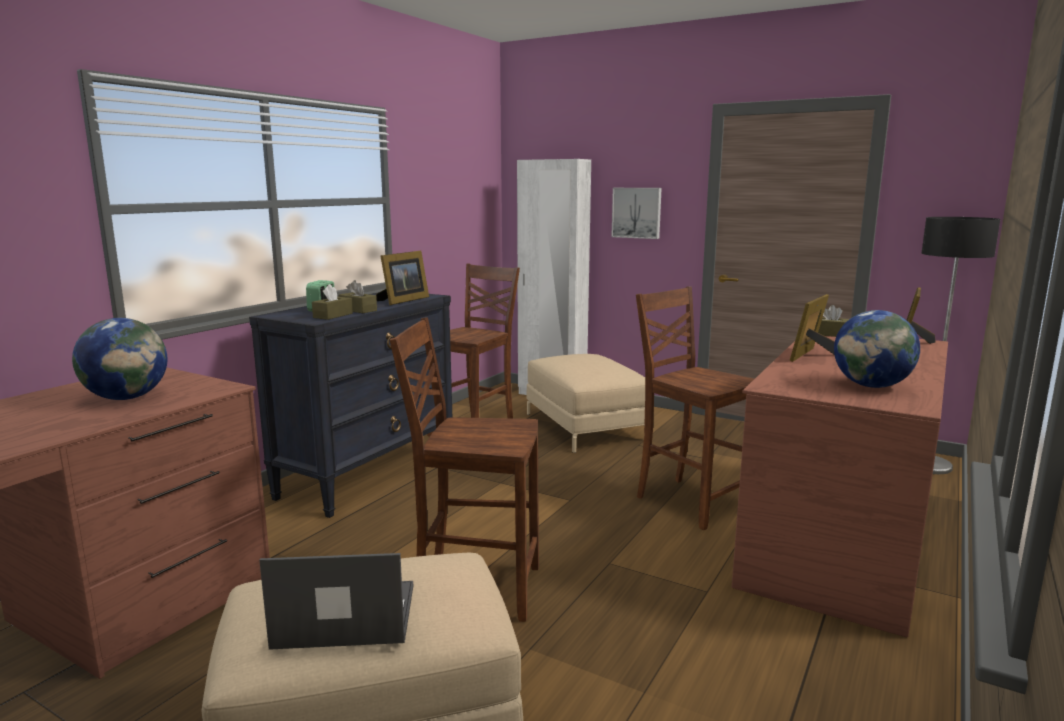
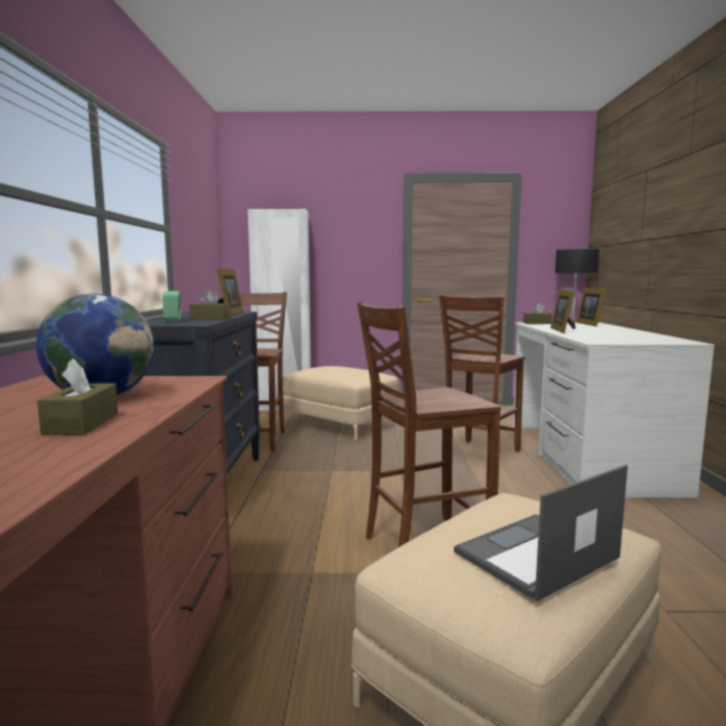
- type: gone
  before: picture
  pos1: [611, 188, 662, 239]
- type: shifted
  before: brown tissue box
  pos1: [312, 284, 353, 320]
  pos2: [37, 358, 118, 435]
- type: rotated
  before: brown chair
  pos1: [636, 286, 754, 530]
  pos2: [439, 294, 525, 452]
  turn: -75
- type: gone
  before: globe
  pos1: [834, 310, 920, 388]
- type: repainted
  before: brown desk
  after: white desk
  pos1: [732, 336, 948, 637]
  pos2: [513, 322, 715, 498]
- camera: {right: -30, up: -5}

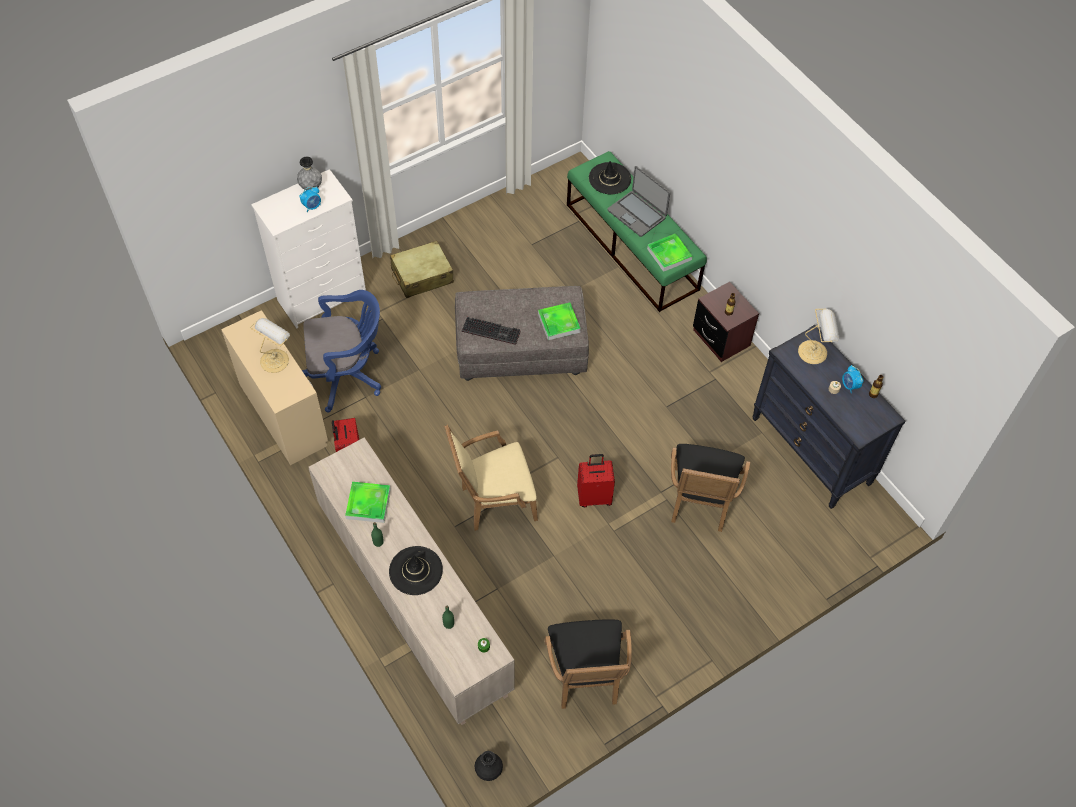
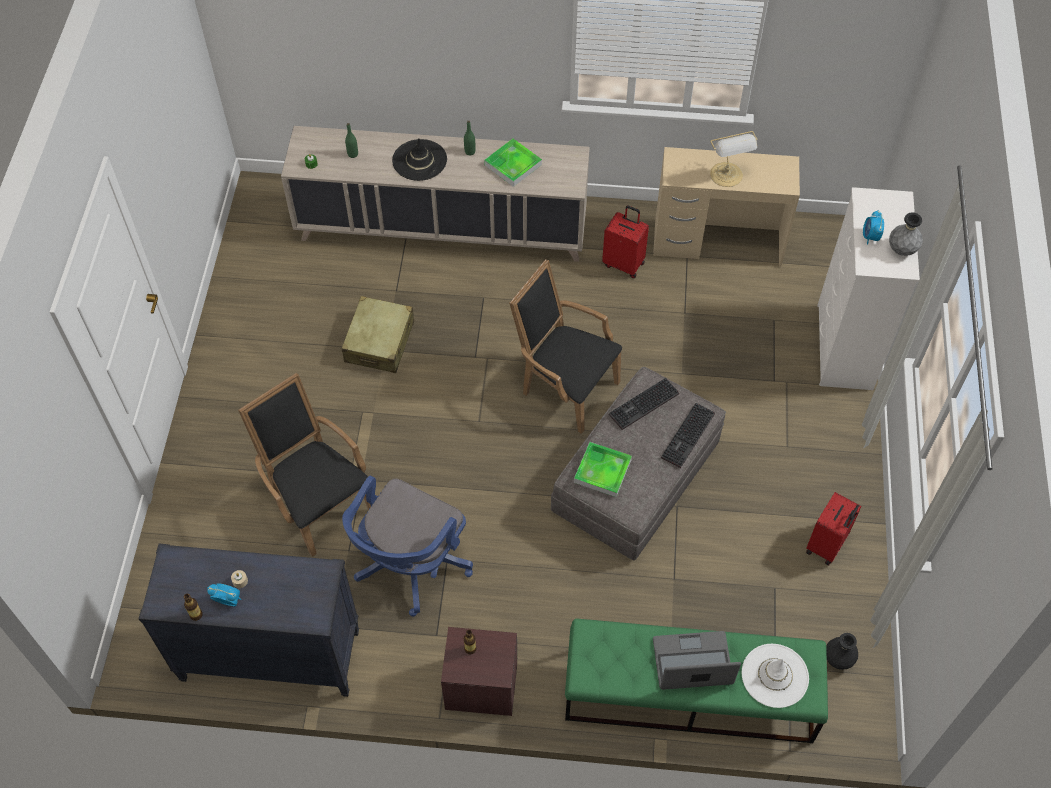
- type: repainted
  before: black hat
  after: white hat
  pos1: [589, 161, 631, 194]
  pos2: [742, 644, 809, 708]
- type: gone
  before: tray
  pos1: [647, 234, 692, 272]
- type: shifted
  before: beige suitcase
  pos1: [390, 240, 454, 298]
  pos2: [342, 296, 414, 373]
- type: shifted
  before: blue office chair
  pos1: [302, 290, 381, 413]
  pos2: [342, 476, 473, 617]
- type: gone
  before: table lamp
  pos1: [798, 308, 839, 364]
- type: gone
  before: beige armchair
  pos1: [444, 425, 538, 531]
- type: shifted
  before: red suitcase
  pos1: [577, 454, 615, 507]
  pos2: [806, 492, 861, 565]
- type: shifted
  before: black armchair
  pos1: [544, 619, 632, 709]
  pos2: [509, 259, 622, 434]
- type: shifted
  before: black vase
  pos1: [474, 751, 503, 781]
  pos2: [826, 633, 858, 670]
- type: new
  after: keyboard
  pos2: [661, 403, 715, 468]
- camera: {right: 130, up: 0}

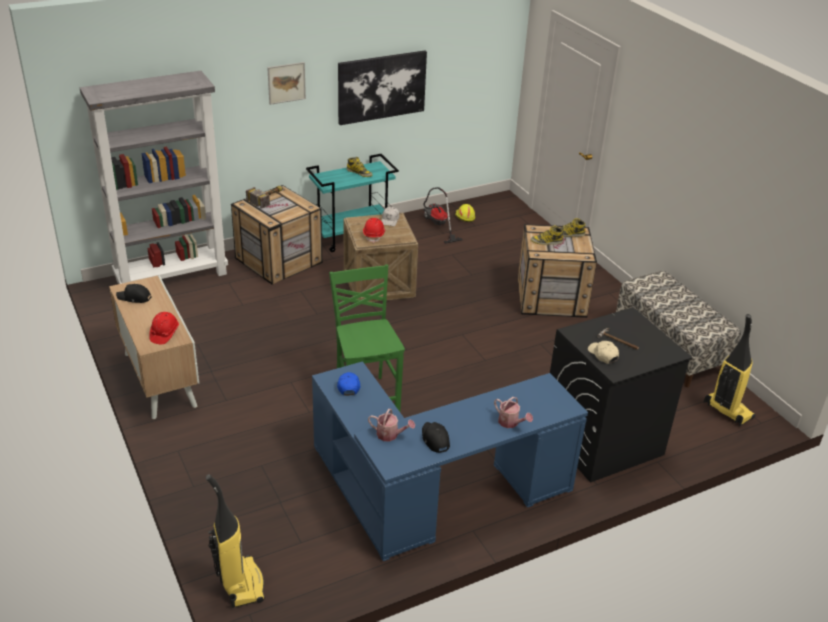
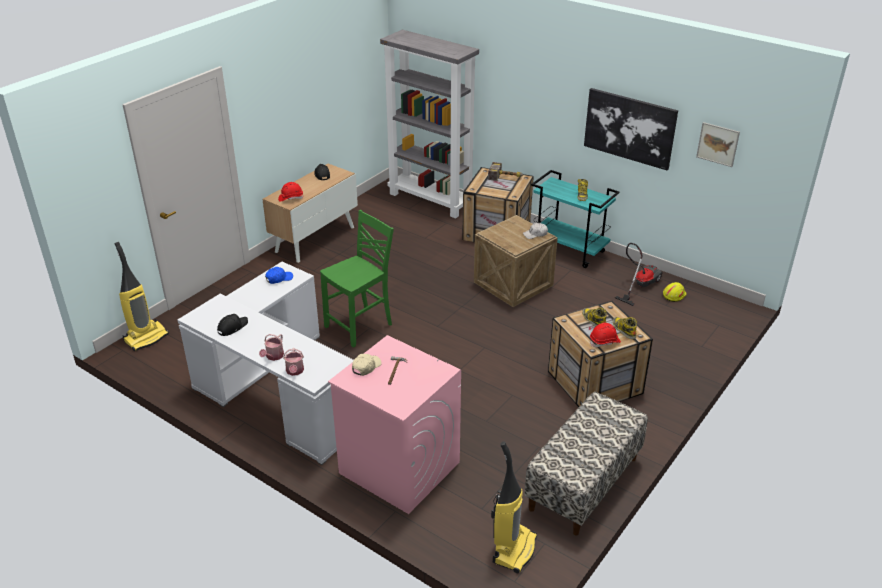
- type: shifted
  before: picture
  pos1: [267, 62, 306, 105]
  pos2: [696, 122, 740, 167]
- type: shifted
  before: red hard hat
  pos1: [363, 218, 385, 243]
  pos2: [590, 323, 621, 347]
- type: repainted
  before: black washing machine
  after: pink washing machine
  pos1: [550, 307, 693, 483]
  pos2: [328, 335, 461, 514]
- type: repainted
  before: blue desk
  after: white desk
  pos1: [312, 361, 588, 561]
  pos2: [178, 262, 353, 465]
- type: shifted
  before: watering can
  pos1: [368, 409, 415, 442]
  pos2: [283, 348, 304, 376]
- camera: {right: 65, up: 0}

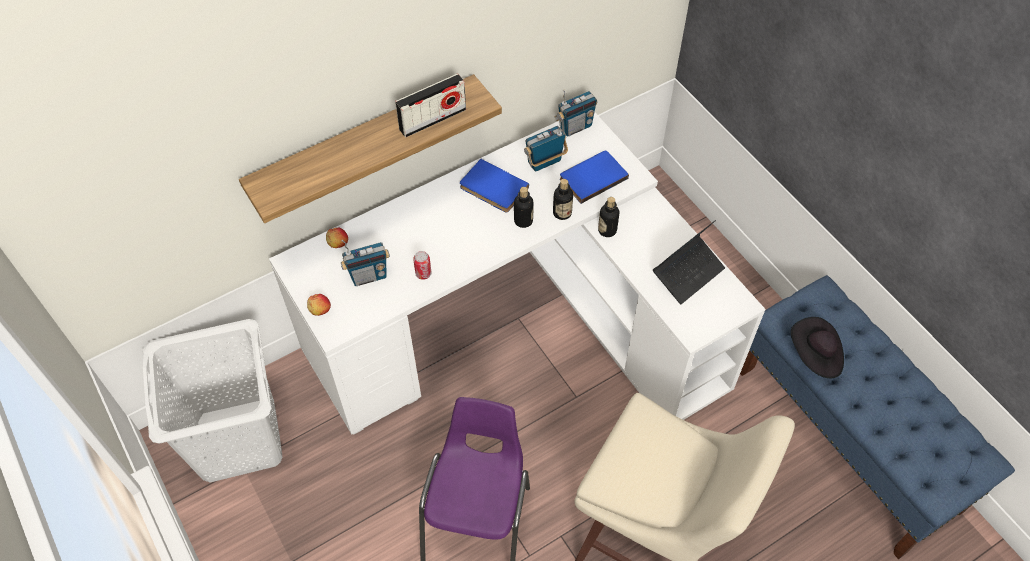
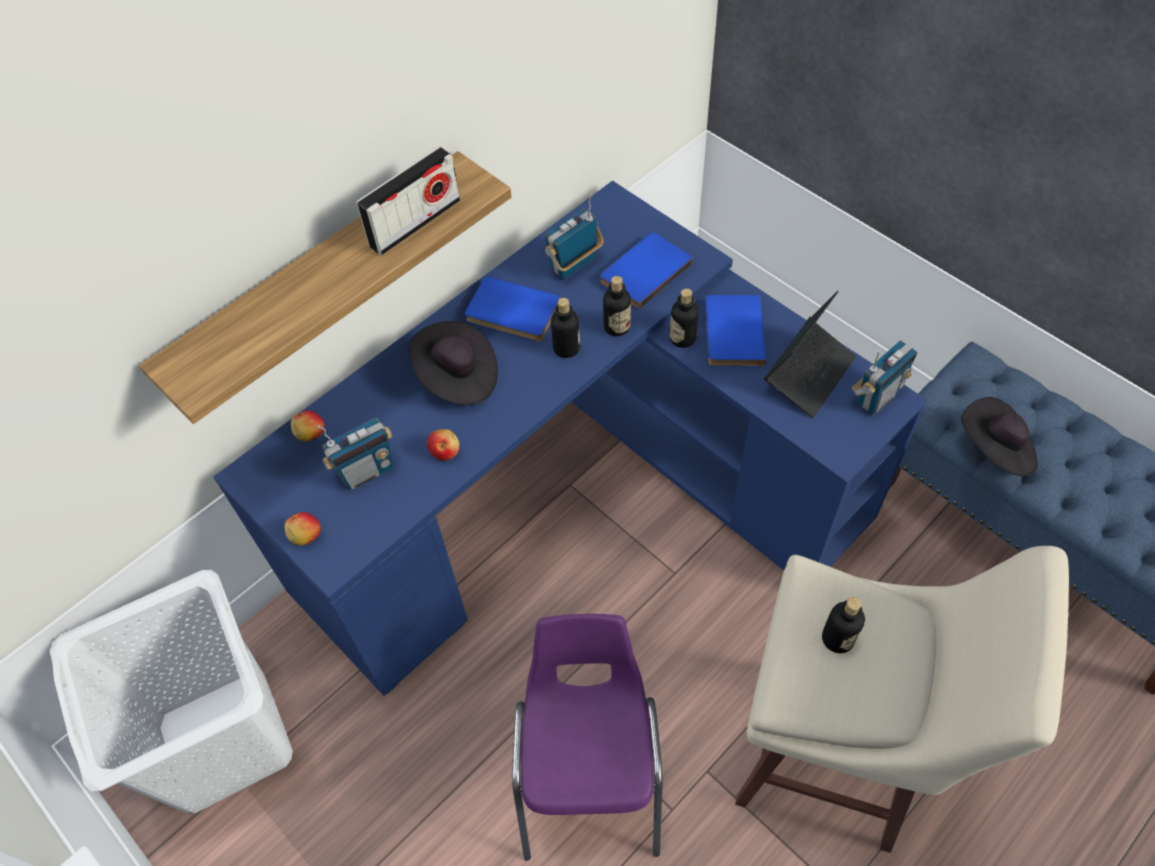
- type: shifted
  before: radio
  pos1: [554, 89, 597, 137]
  pos2: [852, 340, 918, 414]
- type: repainted
  before: white desk
  after: blue desk
  pos1: [269, 112, 766, 435]
  pos2: [213, 181, 927, 696]
- type: swapped
  before: can
  after: apple
  pos1: [413, 251, 432, 280]
  pos2: [427, 429, 460, 460]
- type: new
  after: blue book
  pos2: [705, 295, 766, 366]
- type: new
  after: black hat
  pos2: [409, 321, 498, 405]
- type: new
  after: bottle
  pos2: [822, 597, 865, 653]
- camera: {right: -10, up: 0}

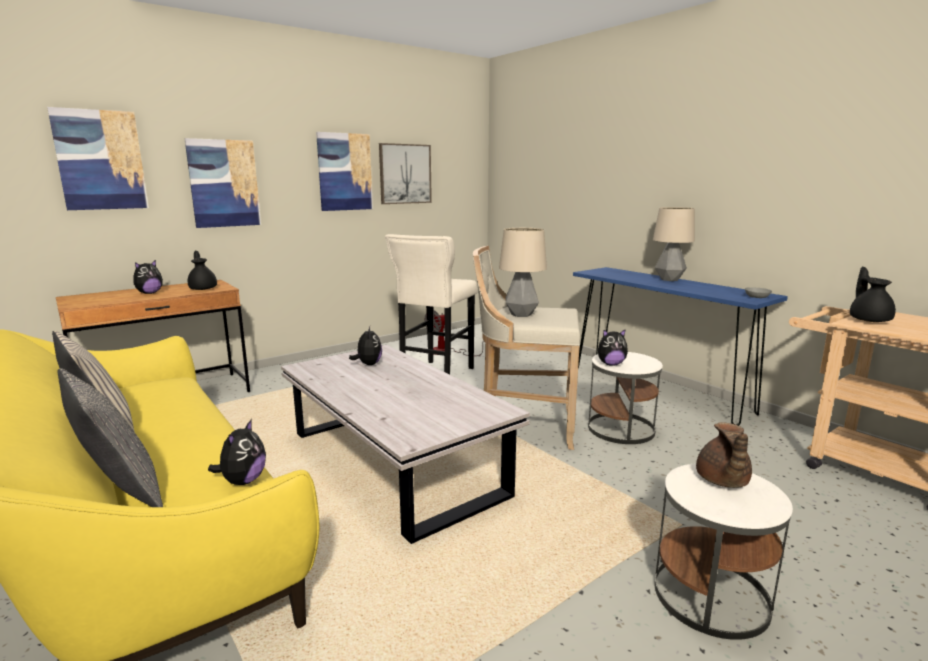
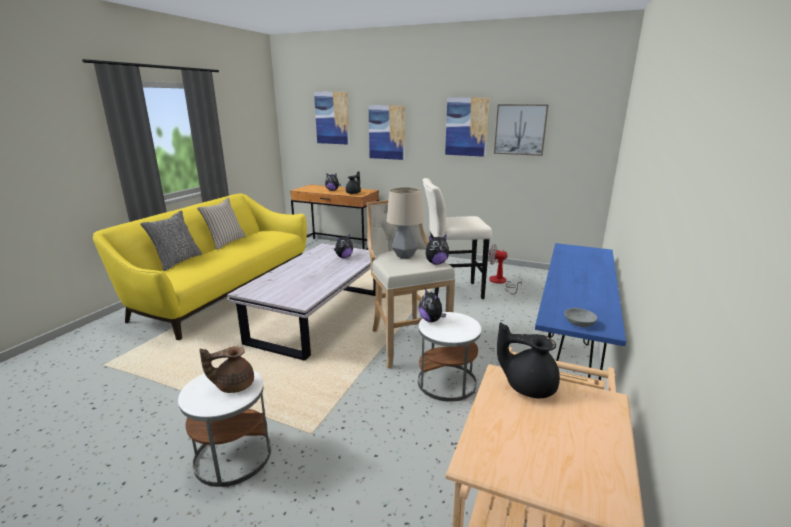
- type: gone
  before: table lamp
  pos1: [653, 207, 695, 281]
- type: rotated
  before: black teapot
  pos1: [850, 267, 896, 322]
  pos2: [497, 322, 560, 398]
  turn: -135
- type: shifted
  before: plush toy
  pos1: [208, 419, 266, 485]
  pos2: [426, 234, 449, 265]
- camera: {right: 60, up: 5}

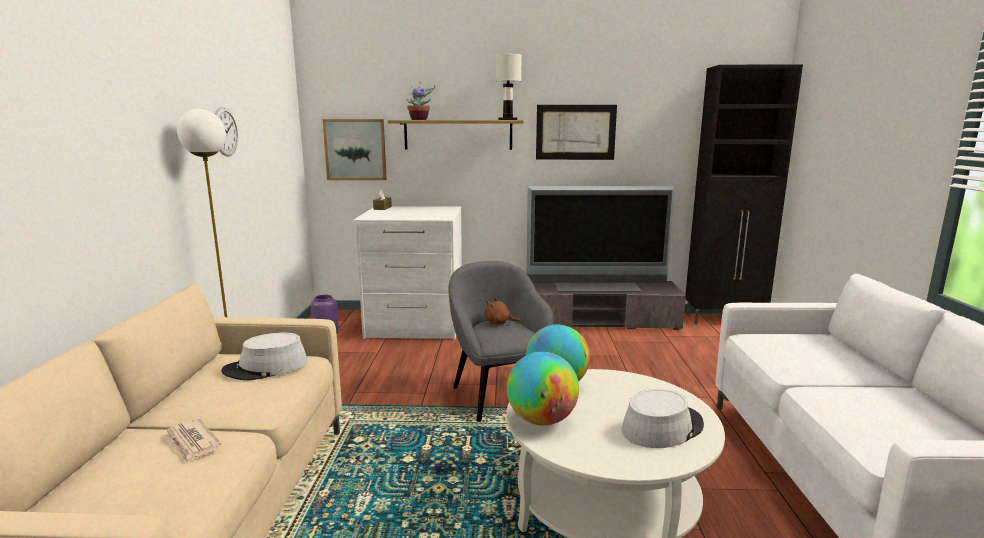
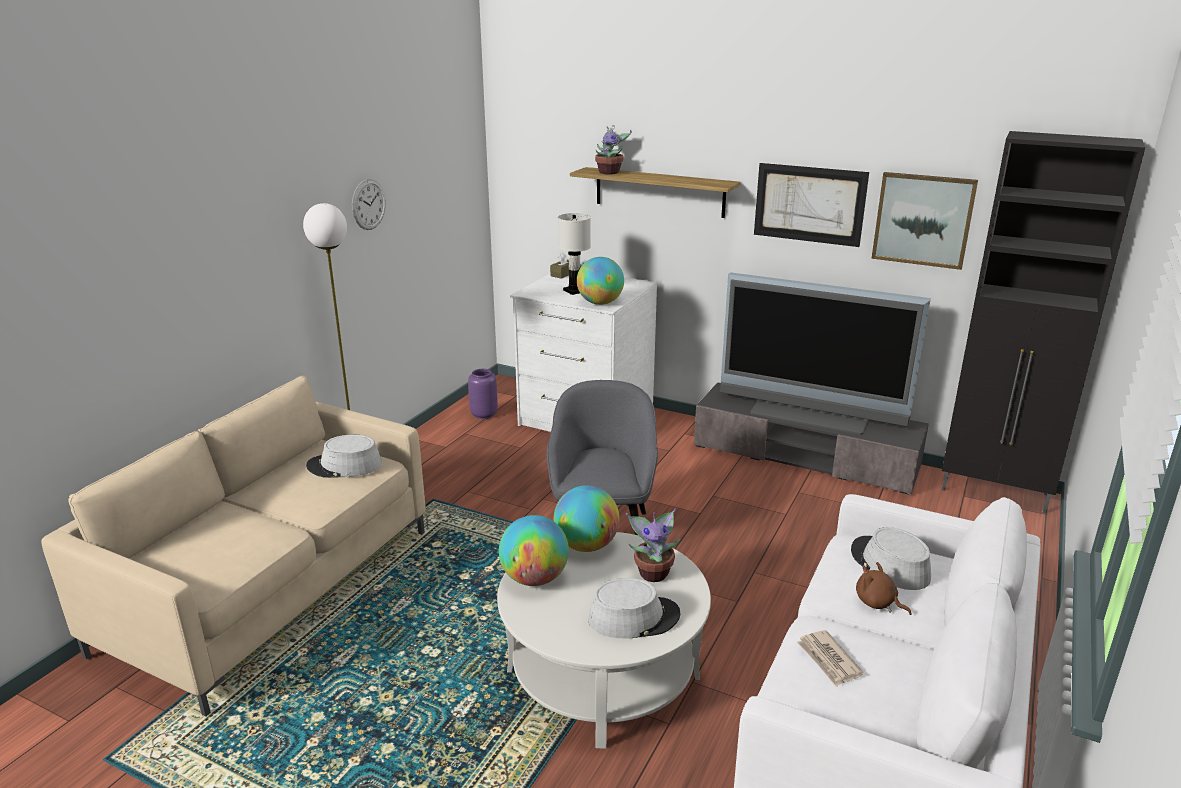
- type: shifted
  before: white table lamp
  pos1: [495, 53, 522, 120]
  pos2: [558, 213, 591, 295]
- type: shifted
  before: picture
  pos1: [323, 119, 387, 180]
  pos2: [871, 172, 978, 270]
- type: shifted
  before: brown plush toy
  pos1: [484, 297, 521, 325]
  pos2: [856, 562, 911, 615]
- type: shifted
  before: newspaper
  pos1: [162, 418, 222, 463]
  pos2: [797, 630, 864, 687]
- type: new
  after: globe
  pos2: [577, 257, 624, 305]
- type: new
  after: potted plant
  pos2: [626, 508, 681, 582]
- type: new
  after: grey hat
  pos2: [851, 527, 931, 590]
- camera: {right: 25, up: 10}

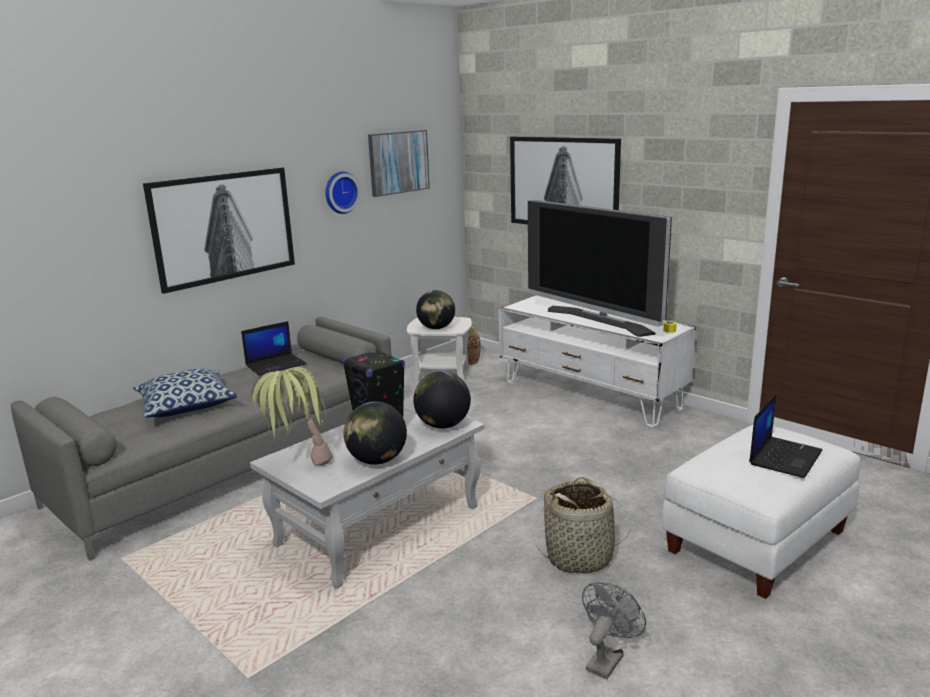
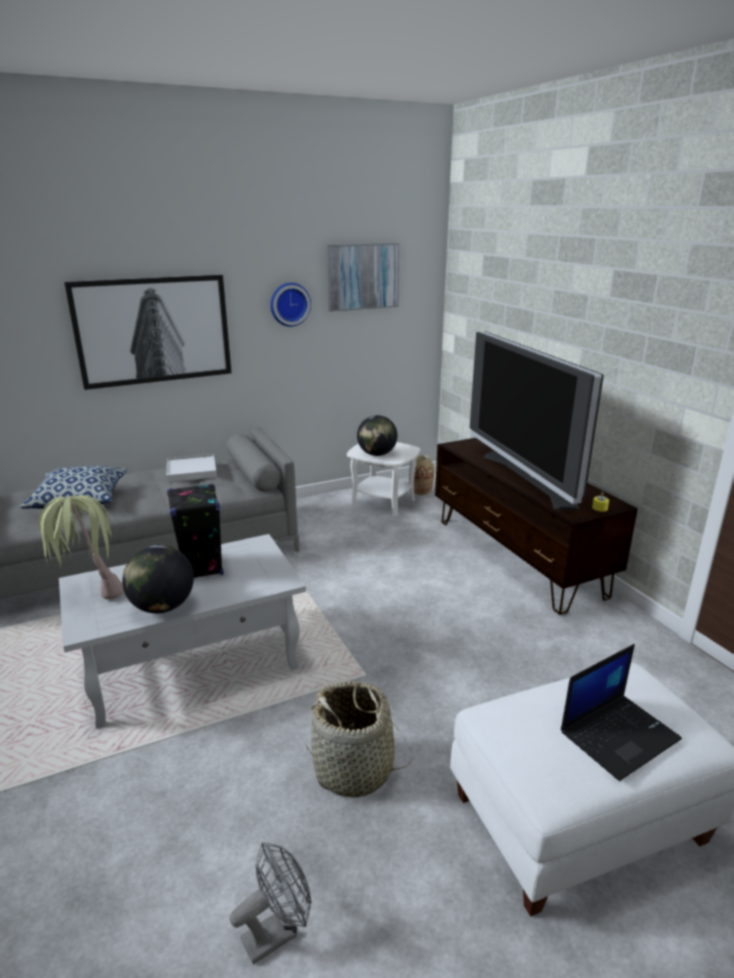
- type: gone
  before: picture
  pos1: [510, 137, 621, 224]
- type: repainted
  before: white tv stand
  after: brown tv stand
  pos1: [498, 295, 696, 427]
  pos2: [435, 438, 638, 615]
- type: swapped
  before: laptop
  after: white tray
  pos1: [241, 321, 307, 376]
  pos2: [167, 454, 217, 482]
- type: gone
  before: globe
  pos1: [413, 371, 471, 429]
- camera: {right: 20, up: 5}

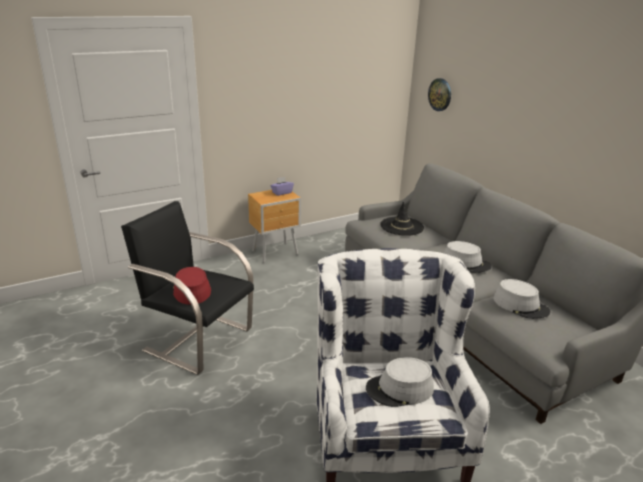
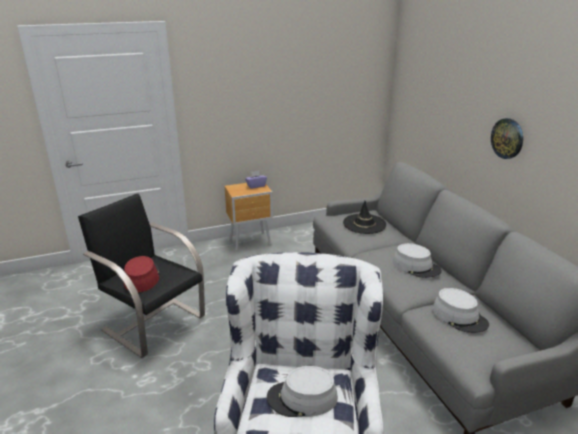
- type: shifted
  before: wall clock
  pos1: [428, 78, 451, 111]
  pos2: [491, 118, 523, 159]
- camera: {right: 10, up: 0}

